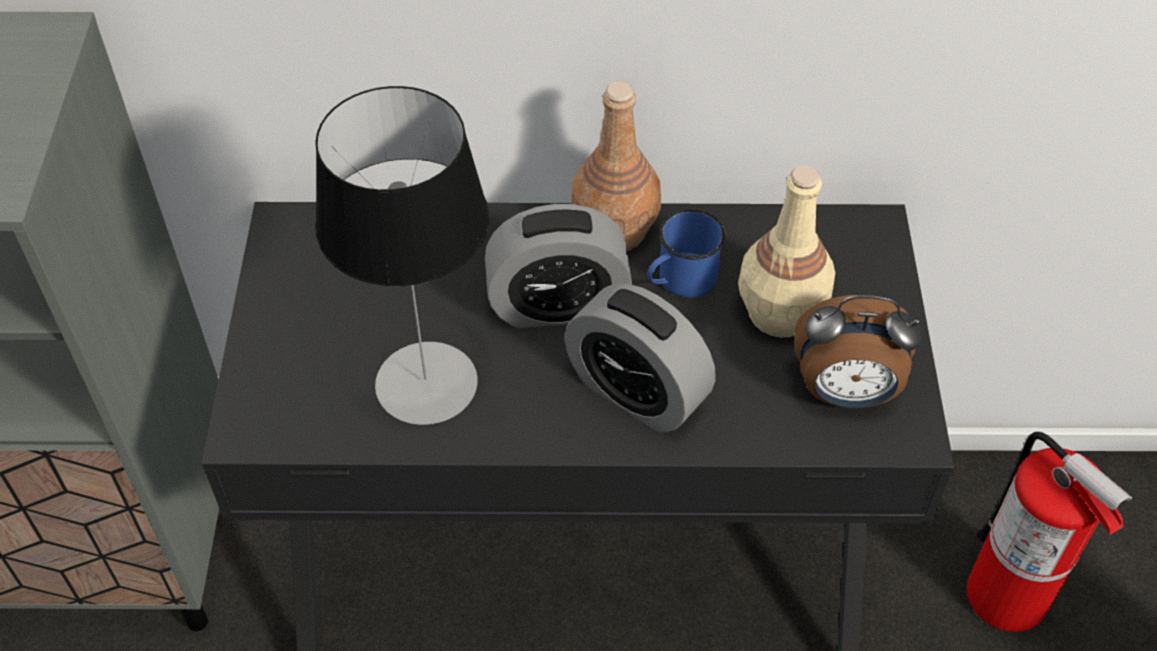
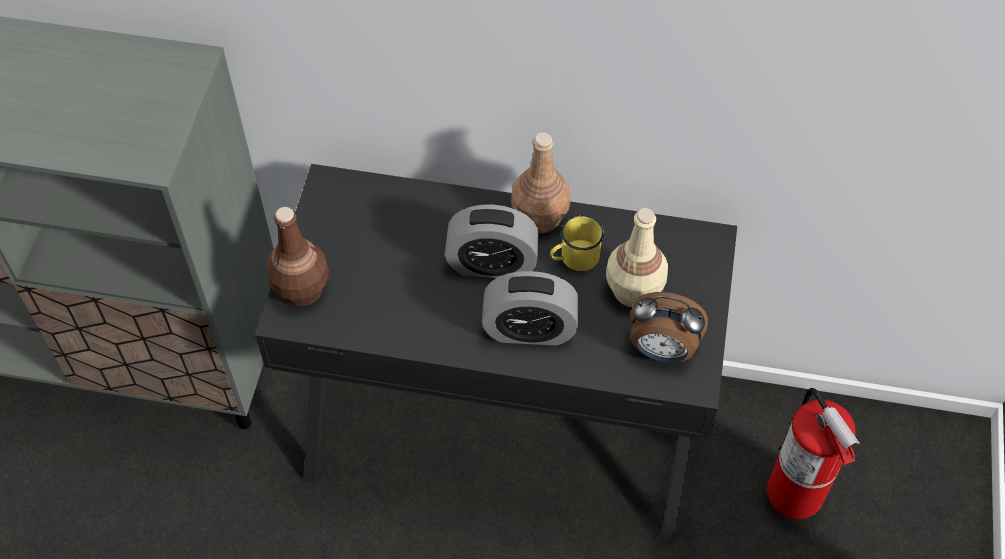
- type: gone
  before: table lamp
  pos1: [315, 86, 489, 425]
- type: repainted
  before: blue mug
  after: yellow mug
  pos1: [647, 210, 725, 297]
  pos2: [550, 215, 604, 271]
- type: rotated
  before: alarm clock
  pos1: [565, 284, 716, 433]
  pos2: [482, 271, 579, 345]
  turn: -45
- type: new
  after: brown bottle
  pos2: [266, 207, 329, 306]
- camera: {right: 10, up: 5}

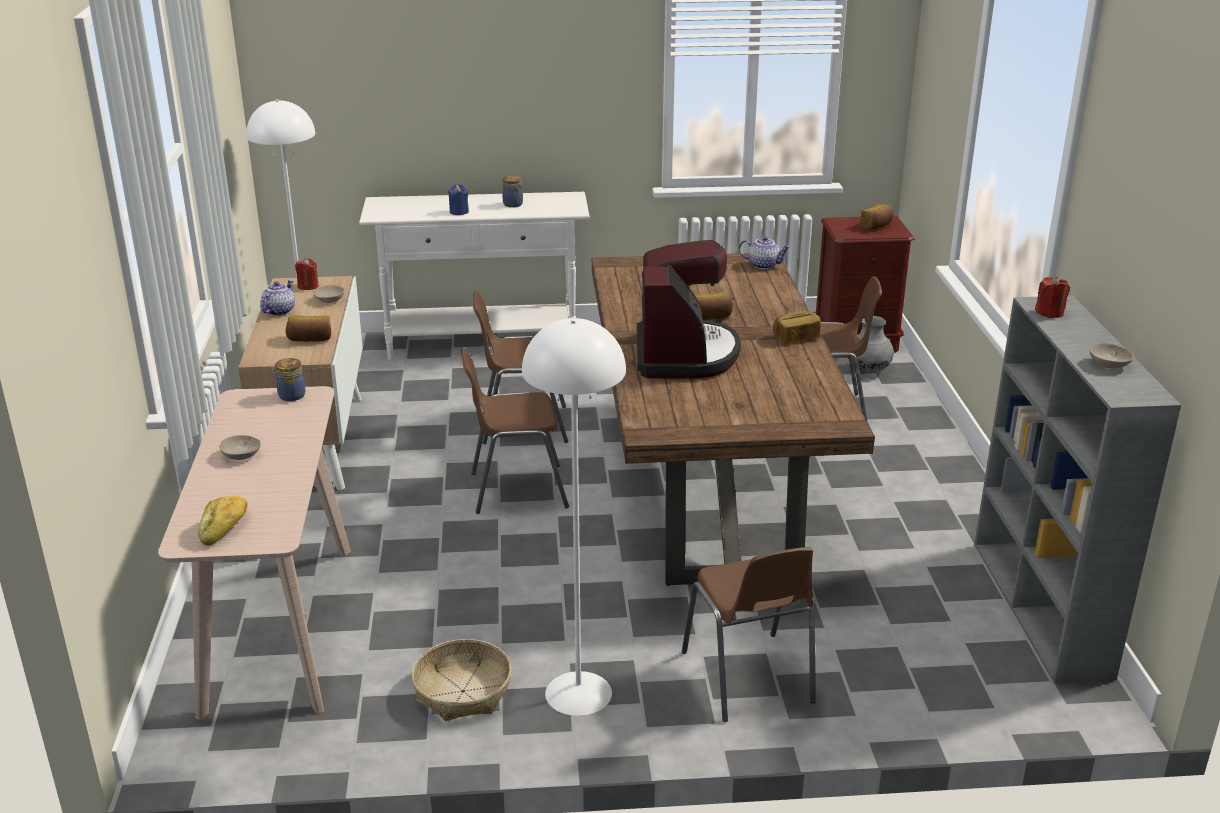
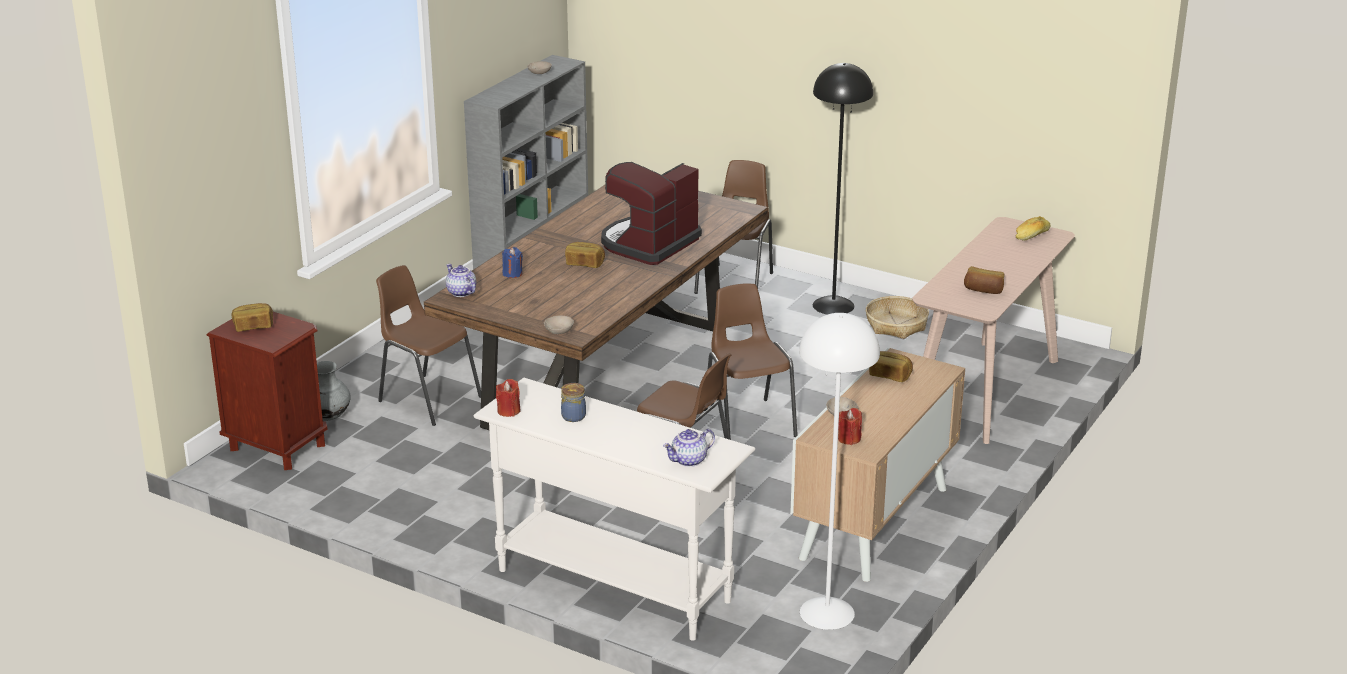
- type: shifted
  before: blue candle
  pos1: [448, 184, 469, 215]
  pos2: [502, 247, 523, 278]
- type: shifted
  before: red candle
  pos1: [1035, 276, 1070, 318]
  pos2: [496, 379, 521, 417]
- type: shifted
  before: teapot
  pos1: [260, 280, 295, 316]
  pos2: [663, 429, 715, 467]
- type: shifted
  before: bread
  pos1: [773, 311, 821, 344]
  pos2: [964, 266, 1004, 294]
- type: repainted
  before: white floor lamp
  after: black floor lamp
  pos1: [522, 318, 626, 716]
  pos2: [813, 63, 873, 315]
- type: rotated
  before: brown chair
  pos1: [461, 347, 569, 514]
  pos2: [704, 283, 798, 440]
  turn: -135
- type: gone
  before: jar
  pos1: [272, 358, 306, 401]
- type: shifted
  before: beige bowl
  pos1: [219, 435, 261, 460]
  pos2: [544, 316, 574, 334]
- camera: {right: -145, up: 0}

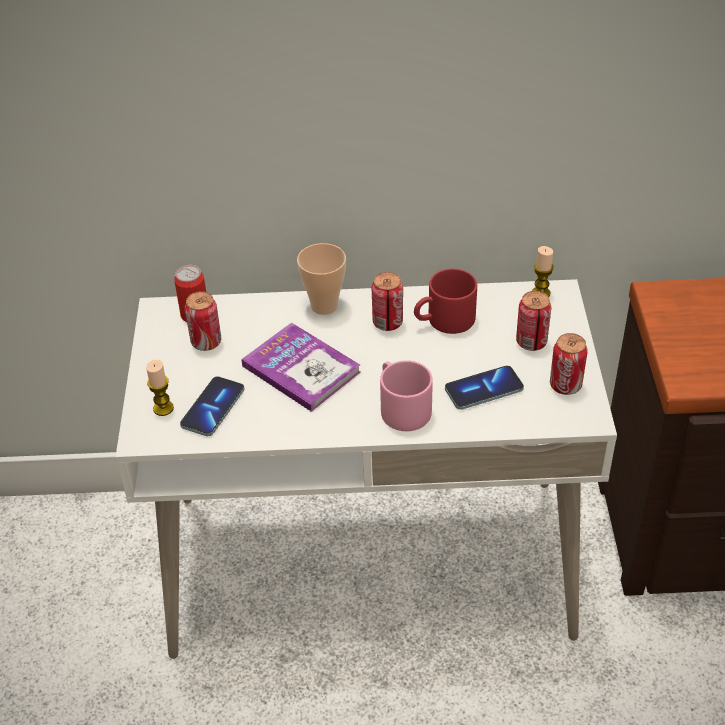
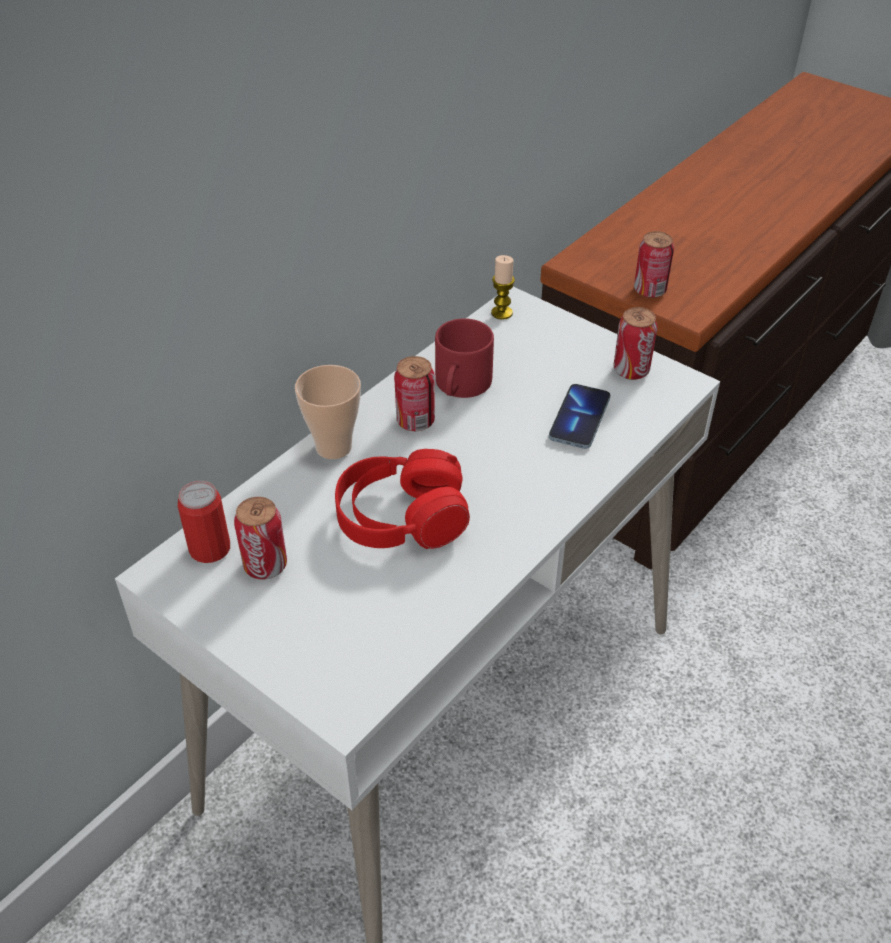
- type: shifted
  before: can
  pos1: [516, 291, 552, 351]
  pos2: [634, 231, 674, 298]
- type: swapped
  before: book
  after: red headphones
  pos1: [241, 322, 361, 412]
  pos2: [335, 449, 470, 549]
- type: gone
  before: candle
  pos1: [146, 360, 174, 416]
- type: gone
  before: pink mug
  pos1: [380, 360, 433, 431]
- type: gone
  before: phone
  pos1: [180, 376, 245, 436]
- camera: {right: -50, up: 0}

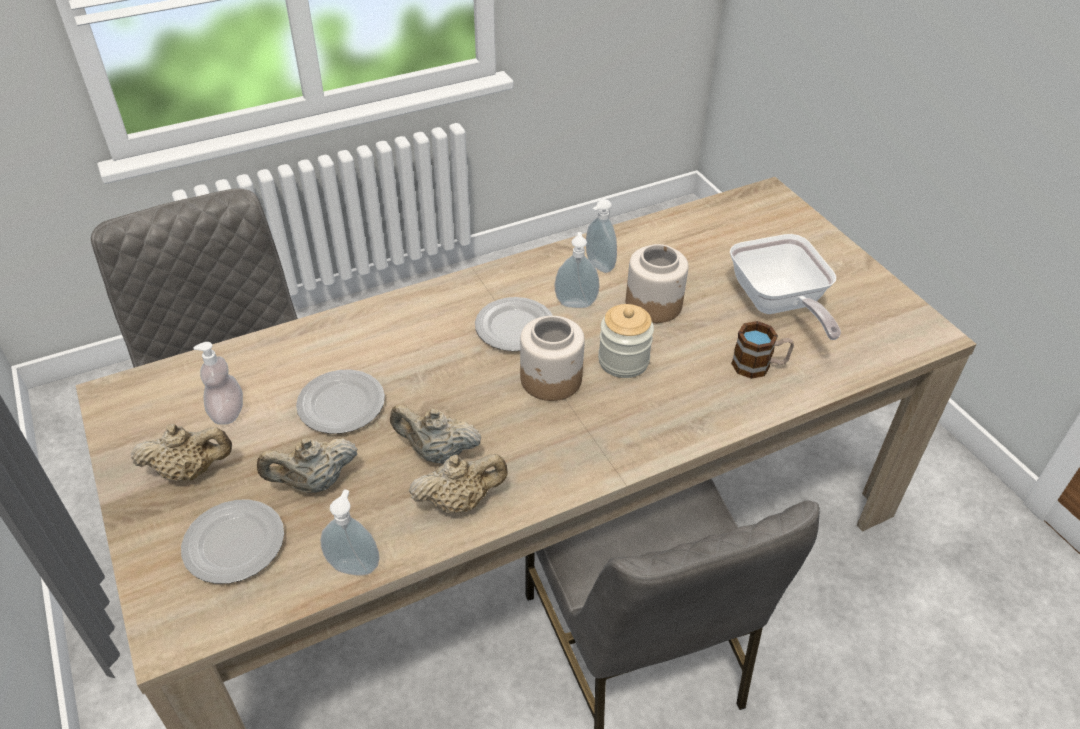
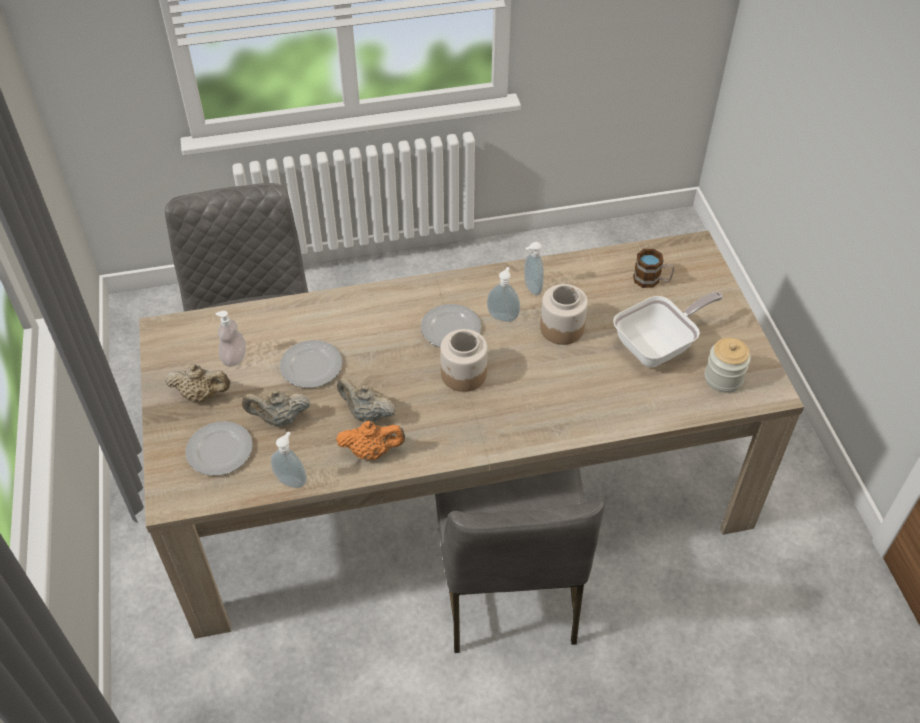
- type: rotated
  before: frying pan
  pos1: [730, 234, 841, 340]
  pos2: [613, 292, 723, 367]
  turn: -120
- type: shifted
  before: jar
  pos1: [598, 304, 654, 378]
  pos2: [705, 338, 751, 393]
- type: shifted
  before: mug
  pos1: [731, 321, 794, 379]
  pos2: [633, 249, 675, 288]
- type: repainted
  before: beige teapot
  after: orange teapot
  pos1: [409, 454, 508, 513]
  pos2: [336, 421, 405, 460]
- camera: {right: 15, up: 5}

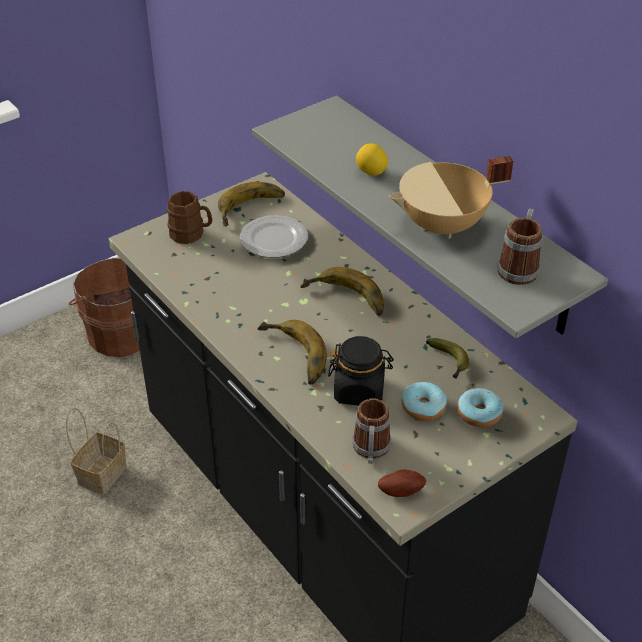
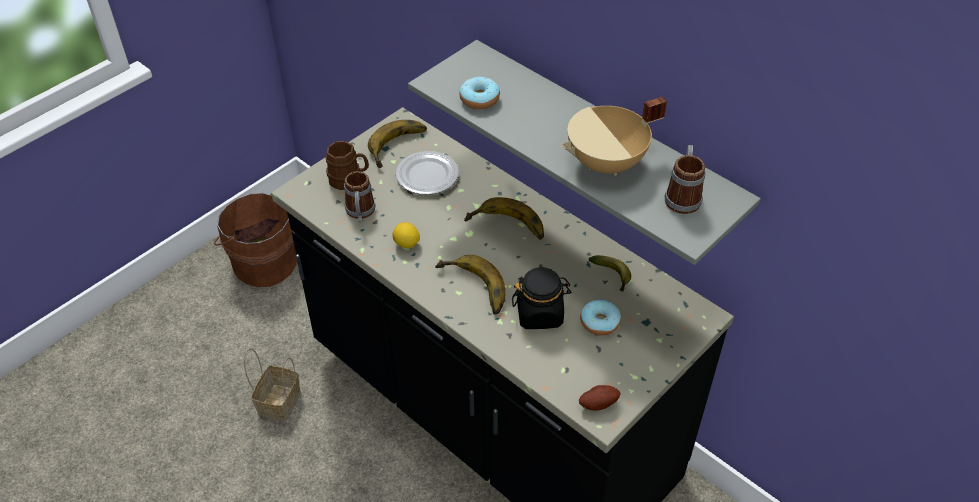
- type: shifted
  before: lemon
  pos1: [356, 143, 388, 175]
  pos2: [392, 222, 420, 248]
- type: shifted
  before: donut
  pos1: [457, 388, 503, 427]
  pos2: [459, 77, 500, 109]
- type: shifted
  before: mug
  pos1: [352, 398, 391, 463]
  pos2: [344, 171, 376, 222]
- camera: {right: -10, up: 5}

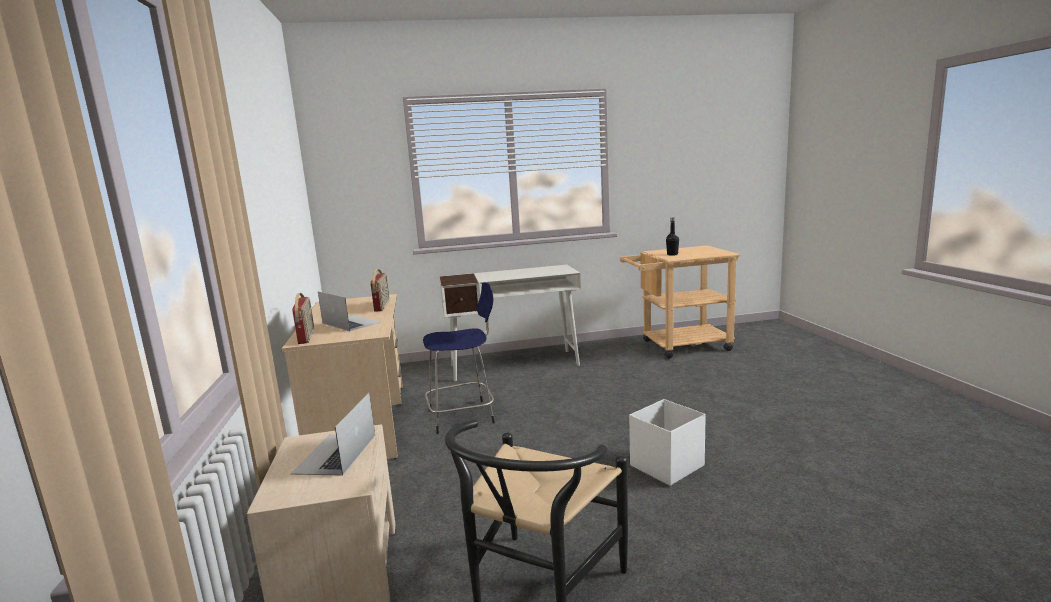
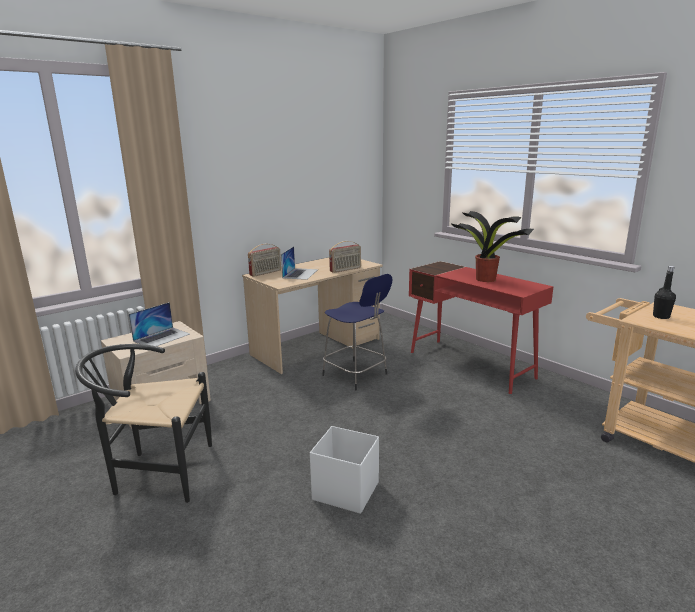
- type: repainted
  before: white desk
  after: red desk
  pos1: [439, 265, 581, 381]
  pos2: [409, 261, 554, 394]
- type: rotated
  before: laptop
  pos1: [291, 393, 375, 476]
  pos2: [129, 302, 190, 346]
  turn: 150
- type: new
  after: potted plant
  pos2: [450, 211, 534, 282]
- camera: {right: 60, up: 5}

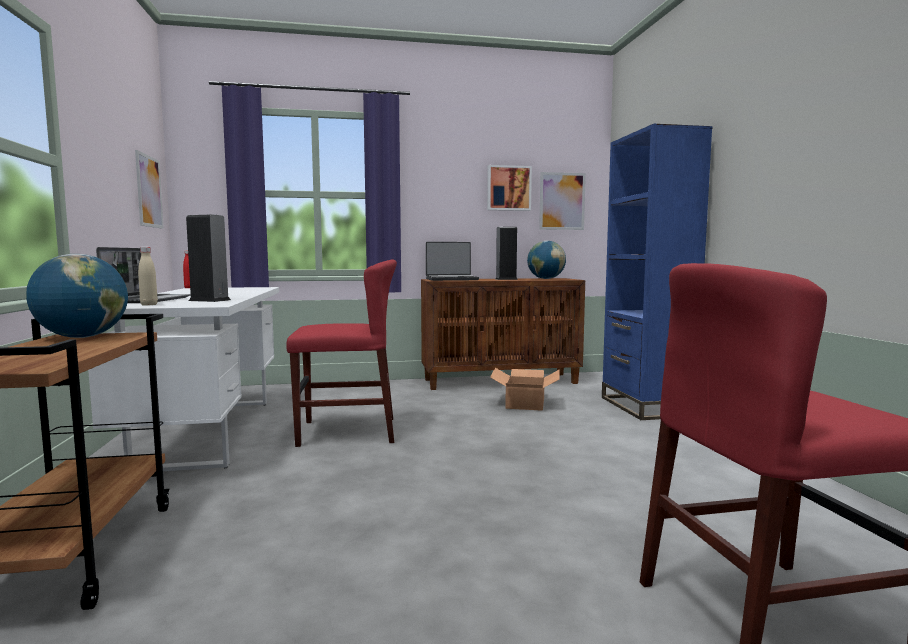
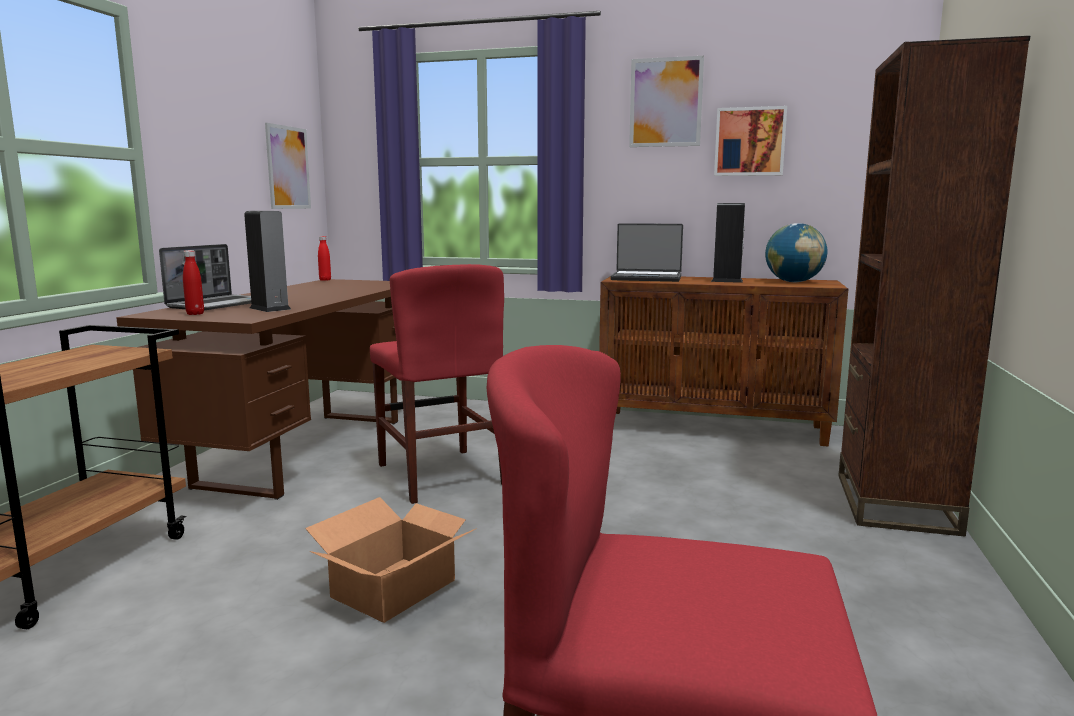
- type: repainted
  before: blue bookcase
  after: brown bookcase
  pos1: [602, 124, 713, 420]
  pos2: [838, 36, 1030, 537]
- type: shifted
  before: picture
  pos1: [539, 172, 586, 230]
  pos2: [629, 56, 704, 147]
- type: repainted
  before: beige bottle
  after: red bottle
  pos1: [138, 247, 158, 306]
  pos2: [183, 250, 204, 315]
- type: gone
  before: globe
  pos1: [26, 254, 128, 338]
- type: rotated
  before: red chair
  pos1: [286, 259, 397, 447]
  pos2: [370, 264, 504, 504]
  turn: 45
- type: repainted
  before: white desk
  after: brown desk
  pos1: [88, 287, 279, 471]
  pos2: [116, 279, 398, 500]
- type: shifted
  before: cardboard box
  pos1: [490, 368, 560, 411]
  pos2: [305, 497, 477, 623]
- camera: {right: 25, up: 5}

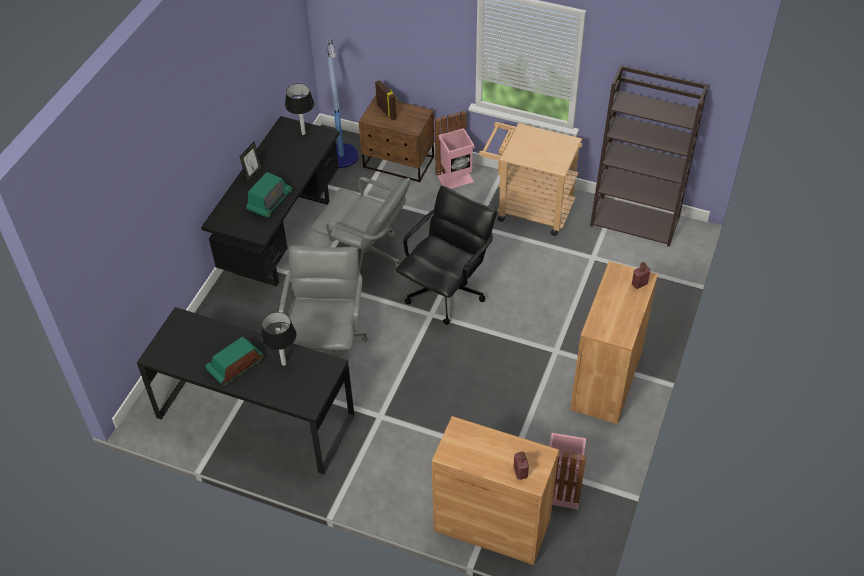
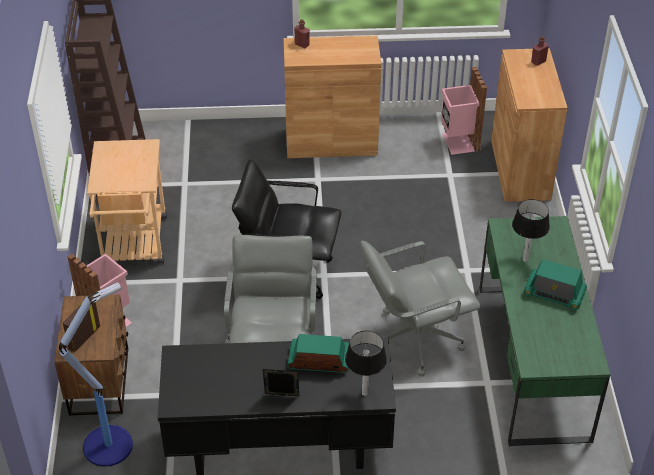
- type: shifted
  before: table lamp
  pos1: [285, 83, 314, 135]
  pos2: [345, 331, 387, 396]
- type: repainted
  before: black desk
  after: green desk
  pos1: [137, 307, 354, 474]
  pos2: [479, 216, 611, 446]
- camera: {right: -115, up: -5}

